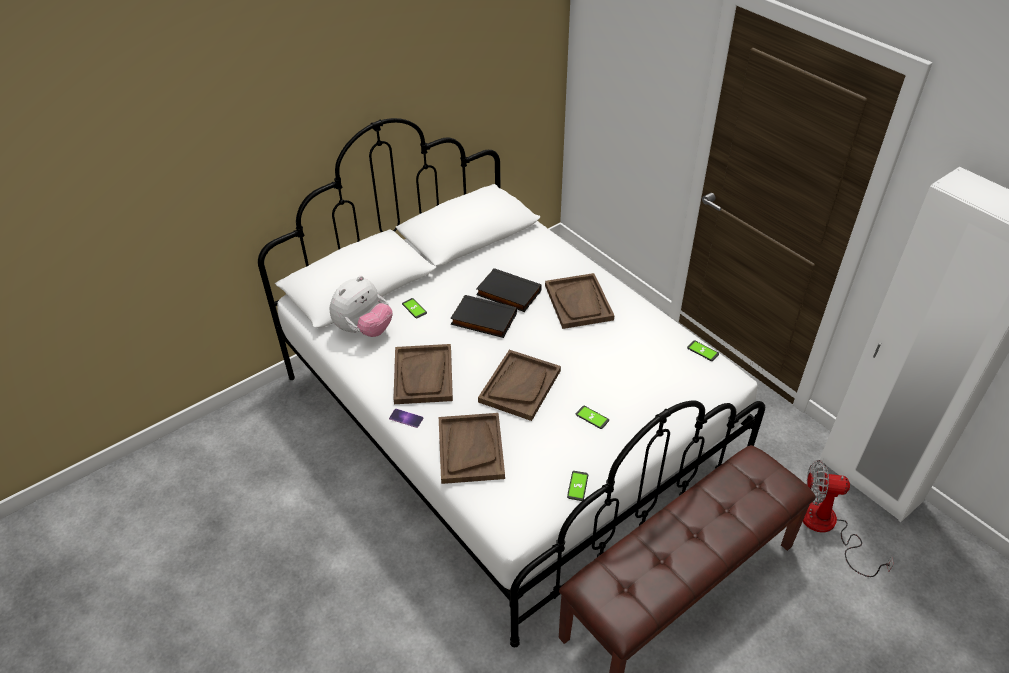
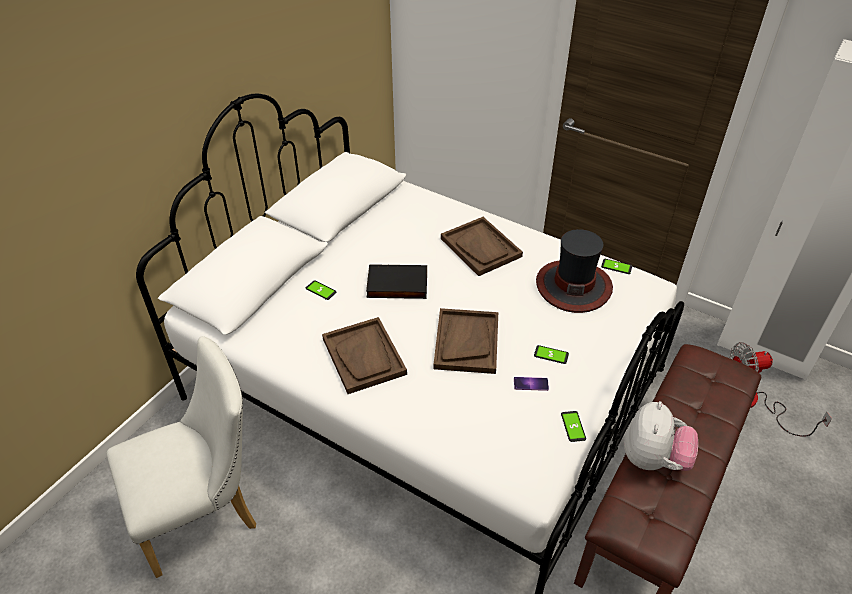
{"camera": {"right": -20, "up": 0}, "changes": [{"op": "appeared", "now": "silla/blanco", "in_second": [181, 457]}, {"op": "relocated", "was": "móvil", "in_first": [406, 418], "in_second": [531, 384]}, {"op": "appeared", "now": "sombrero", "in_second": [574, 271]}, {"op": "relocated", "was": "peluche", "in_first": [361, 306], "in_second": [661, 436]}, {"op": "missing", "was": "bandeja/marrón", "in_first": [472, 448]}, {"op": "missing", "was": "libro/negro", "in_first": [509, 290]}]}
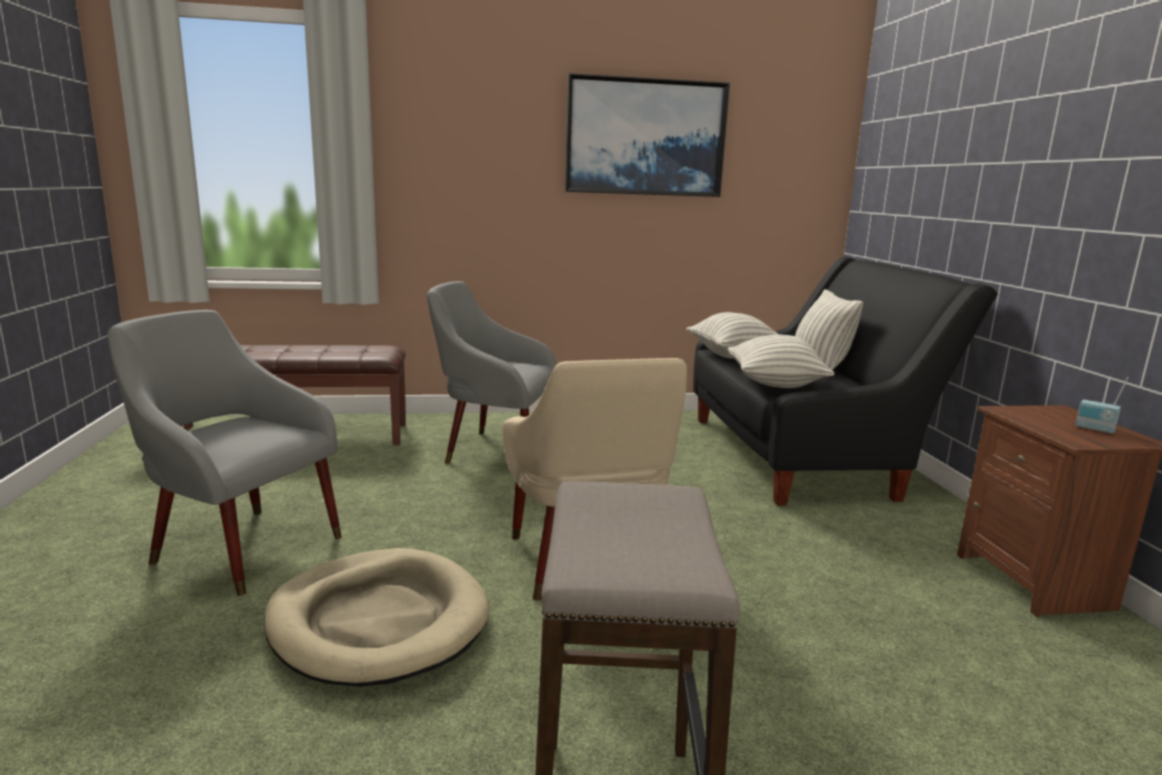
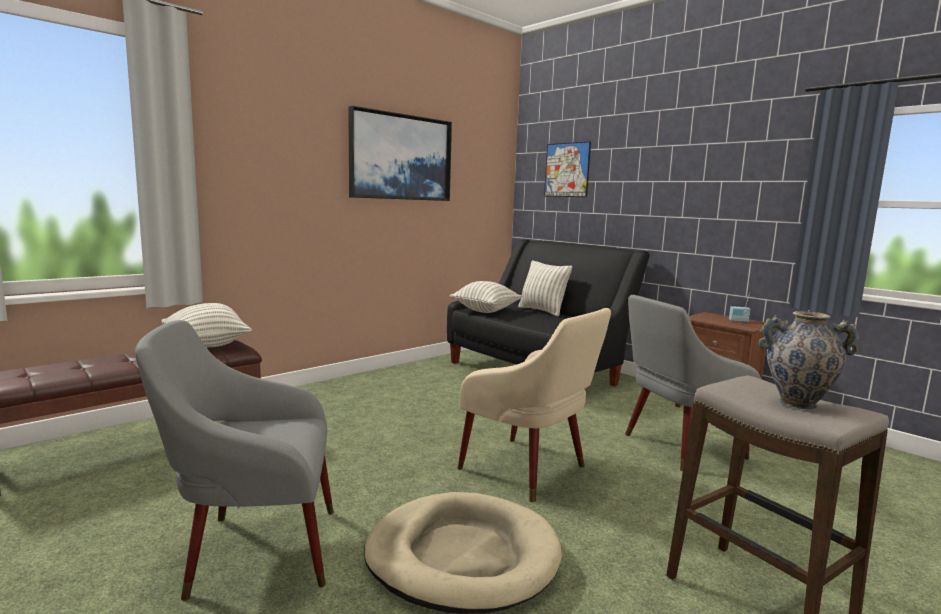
{"camera": {"right": -35, "up": -5}, "changes": [{"op": "relocated", "was": "cojín", "in_first": [781, 361], "in_second": [206, 325]}, {"op": "appeared", "now": "cuadro", "in_second": [567, 169]}, {"op": "relocated", "was": "sillón/gris", "in_first": [492, 372], "in_second": [693, 383]}, {"op": "appeared", "now": "florero", "in_second": [809, 360]}]}
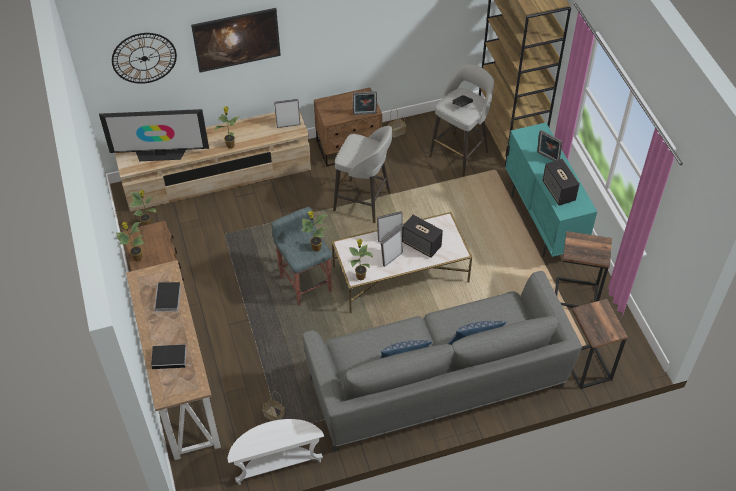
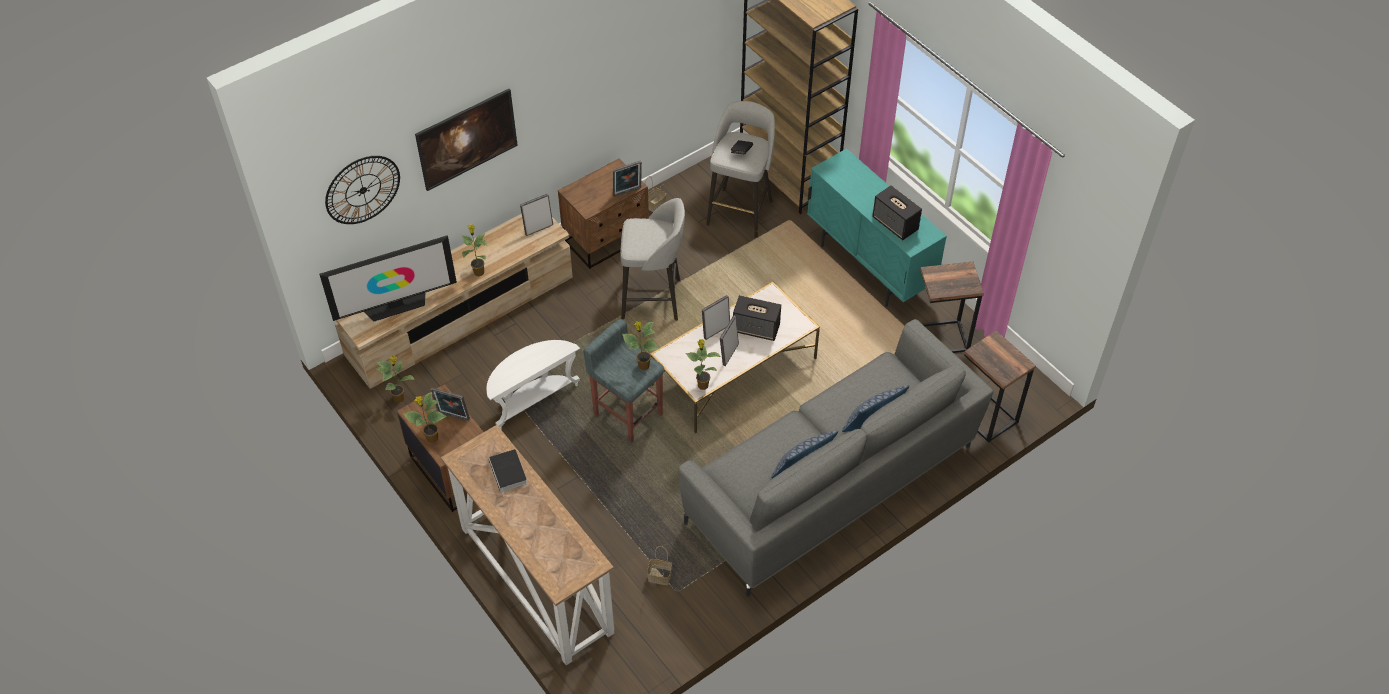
{"camera": {"right": -20, "up": 0}, "changes": [{"op": "relocated", "was": "portarretratos", "in_first": [550, 145], "in_second": [450, 404]}, {"op": "relocated", "was": "mesa auxiliar/blanco", "in_first": [275, 452], "in_second": [533, 385]}, {"op": "missing", "was": "libro", "in_first": [169, 356]}]}
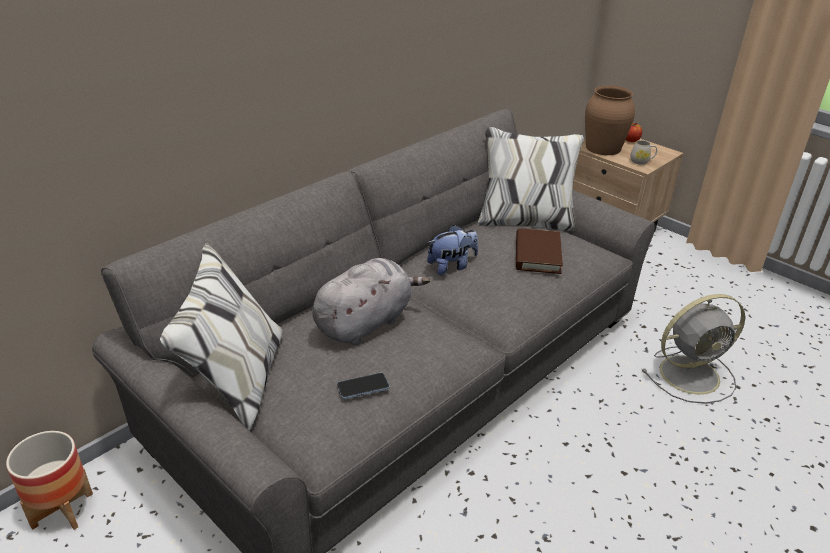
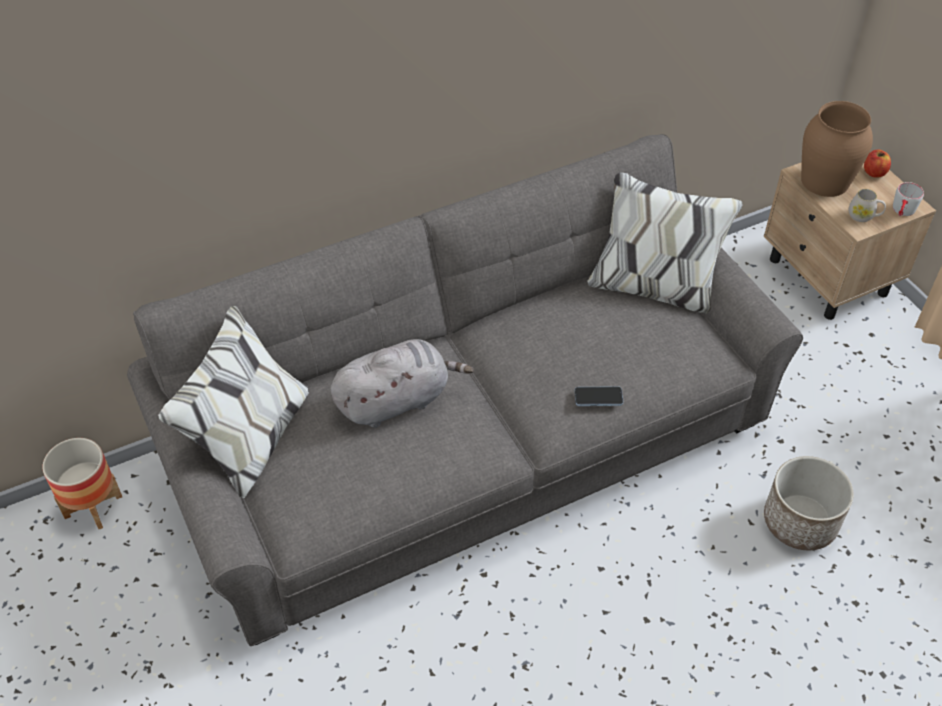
{"camera": {"right": 20, "up": 15}, "changes": [{"op": "relocated", "was": "móvil", "in_first": [363, 386], "in_second": [598, 396]}, {"op": "exchanged", "was": "ventilador/gris", "now": "maceta", "in_first": [693, 349], "in_second": [809, 503]}, {"op": "appeared", "now": "taza grande/gris", "in_second": [908, 199]}, {"op": "missing", "was": "peluche", "in_first": [452, 250]}, {"op": "missing", "was": "libro/marrón", "in_first": [539, 251]}]}
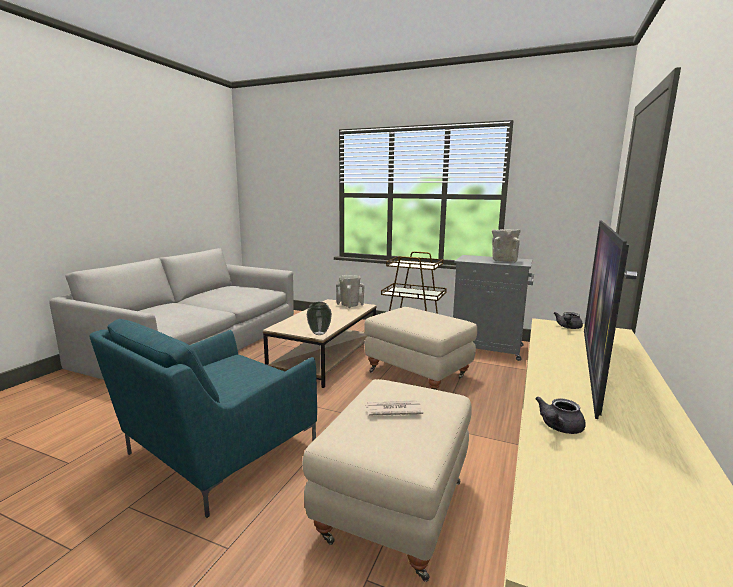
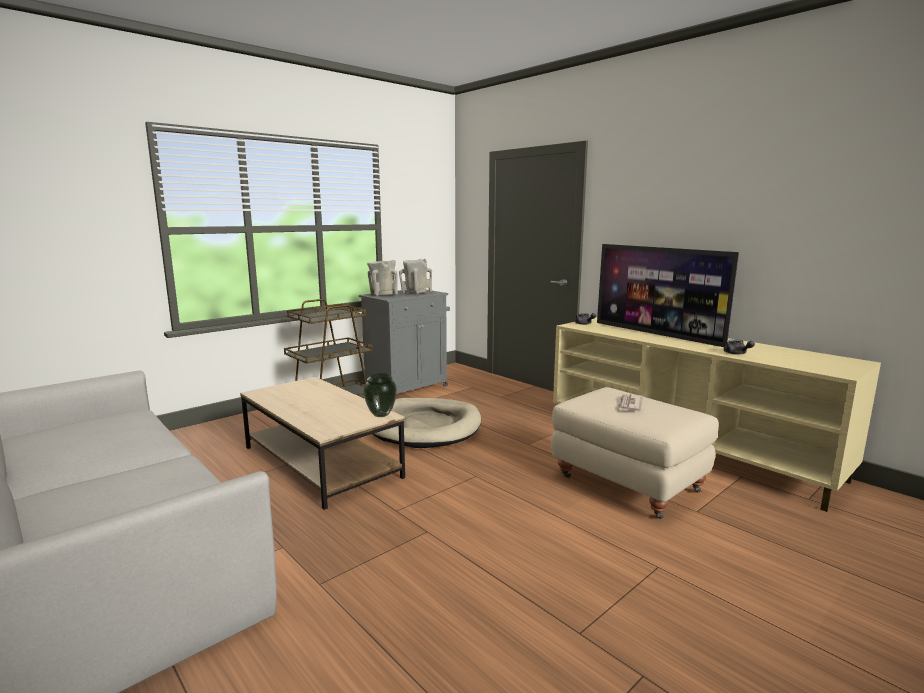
{"camera": {"right": -65, "up": 0}, "changes": [{"op": "relocated", "was": "florero/beis", "in_first": [350, 291], "in_second": [382, 278]}, {"op": "exchanged", "was": "puf/beis", "now": "cama para perro/beis", "in_first": [421, 348], "in_second": [427, 423]}, {"op": "missing", "was": "sillón/turquesa", "in_first": [203, 418]}]}
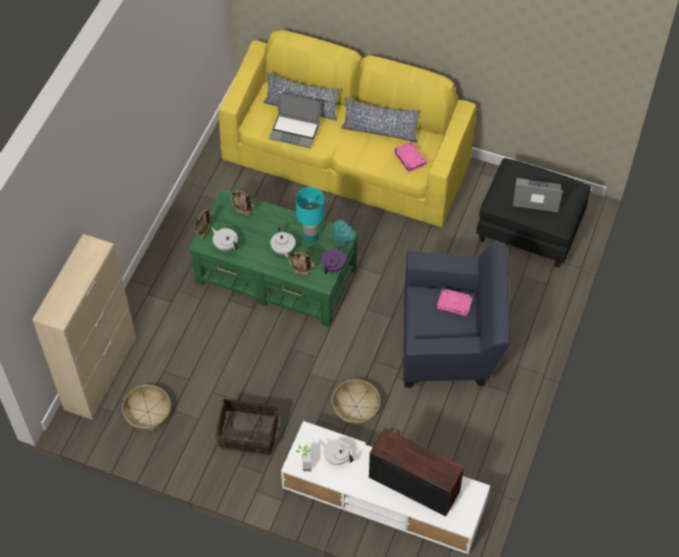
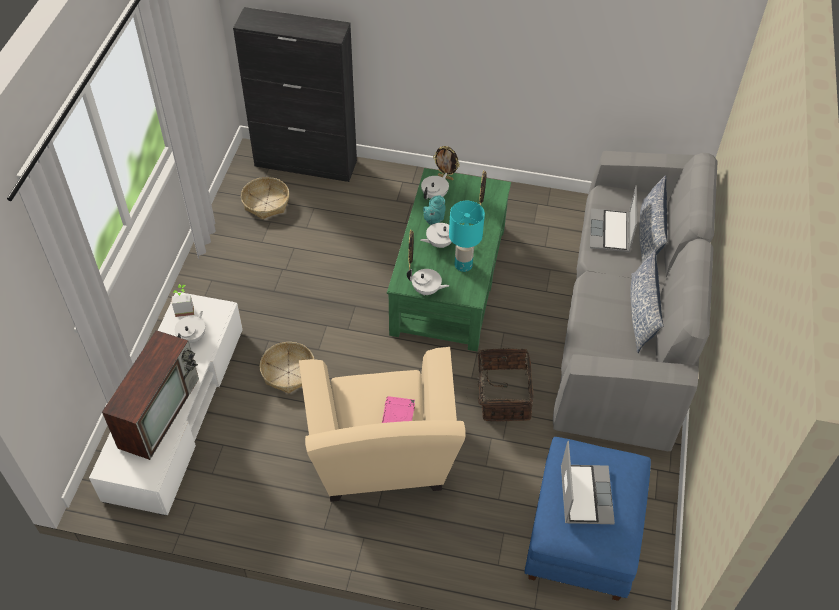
{"camera": {"right": 80, "up": -5}, "changes": [{"op": "colour", "was": "armario/beis", "now": "armario/negro", "in_first": [84, 327], "in_second": [295, 94]}, {"op": "colour", "was": "sillón/azul", "now": "sillón/beis", "in_first": [456, 315], "in_second": [382, 424]}, {"op": "colour", "was": "tetera/morado", "now": "tetera/blanco", "in_first": [333, 259], "in_second": [428, 282]}, {"op": "relocated", "was": "tetera/turquesa", "in_first": [344, 232], "in_second": [434, 210]}, {"op": "relocated", "was": "cesta", "in_first": [247, 428], "in_second": [500, 384]}, {"op": "colour", "was": "puf/negro", "now": "puf/azul", "in_first": [533, 213], "in_second": [587, 519]}, {"op": "colour", "was": "sofá/amarillo", "now": "sofá/gris", "in_first": [347, 128], "in_second": [635, 301]}, {"op": "missing", "was": "libro/rosa", "in_first": [410, 157]}]}
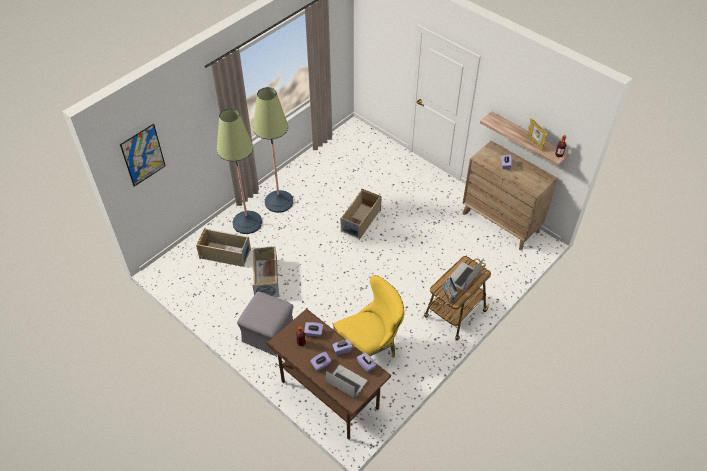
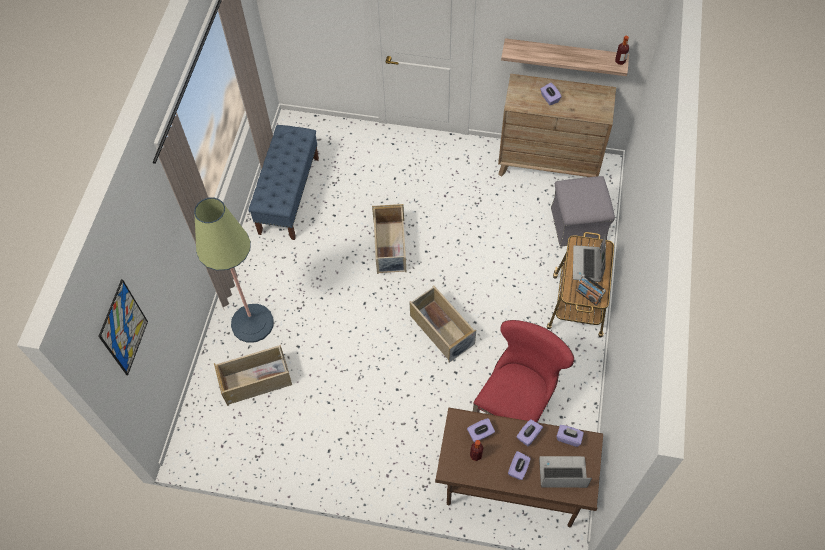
{"camera": {"right": -30, "up": 10}, "changes": [{"op": "appeared", "now": "banco/azul", "in_second": [283, 182]}, {"op": "relocated", "was": "caja de almacenaje/beis", "in_first": [266, 271], "in_second": [442, 324]}, {"op": "colour", "was": "silla/amarillo", "now": "silla/rojo", "in_first": [368, 316], "in_second": [523, 371]}, {"op": "relocated", "was": "puf/gris", "in_first": [265, 323], "in_second": [583, 211]}, {"op": "missing", "was": "lámpara de pie", "in_first": [273, 150]}, {"op": "missing", "was": "portarretratos", "in_first": [537, 135]}]}
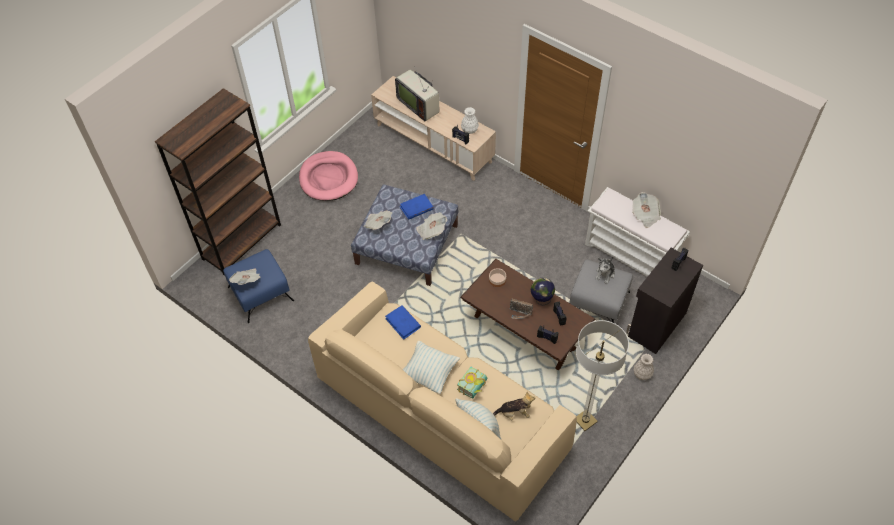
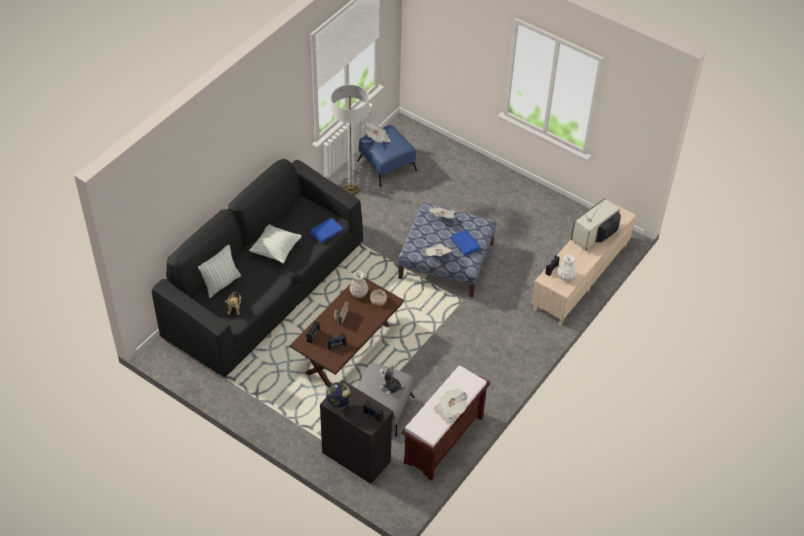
{"camera": {"right": 85, "up": -5}, "changes": [{"op": "colour", "was": "sofá/beis", "now": "sofá/negro", "in_first": [442, 402], "in_second": [257, 268]}, {"op": "relocated", "was": "globo terráqueo", "in_first": [543, 291], "in_second": [339, 398]}, {"op": "relocated", "was": "lámpara de pie", "in_first": [602, 375], "in_second": [350, 140]}, {"op": "relocated", "was": "florero/blanco", "in_first": [643, 367], "in_second": [359, 284]}, {"op": "colour", "was": "banco/blanco", "now": "banco/marrón", "in_first": [637, 232], "in_second": [445, 423]}, {"op": "missing", "was": "estantería/marrón", "in_first": [218, 182]}, {"op": "missing", "was": "cama para perro/rosa", "in_first": [328, 176]}, {"op": "missing", "was": "libro", "in_first": [472, 382]}]}
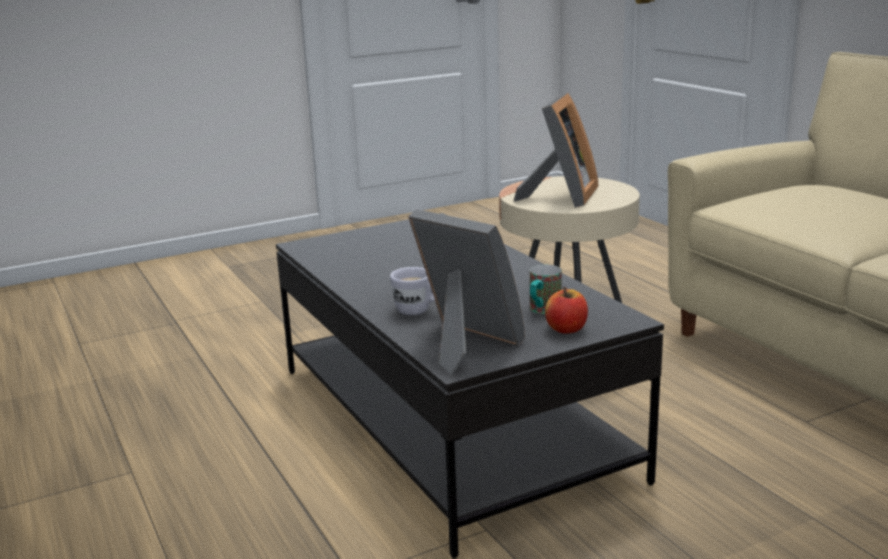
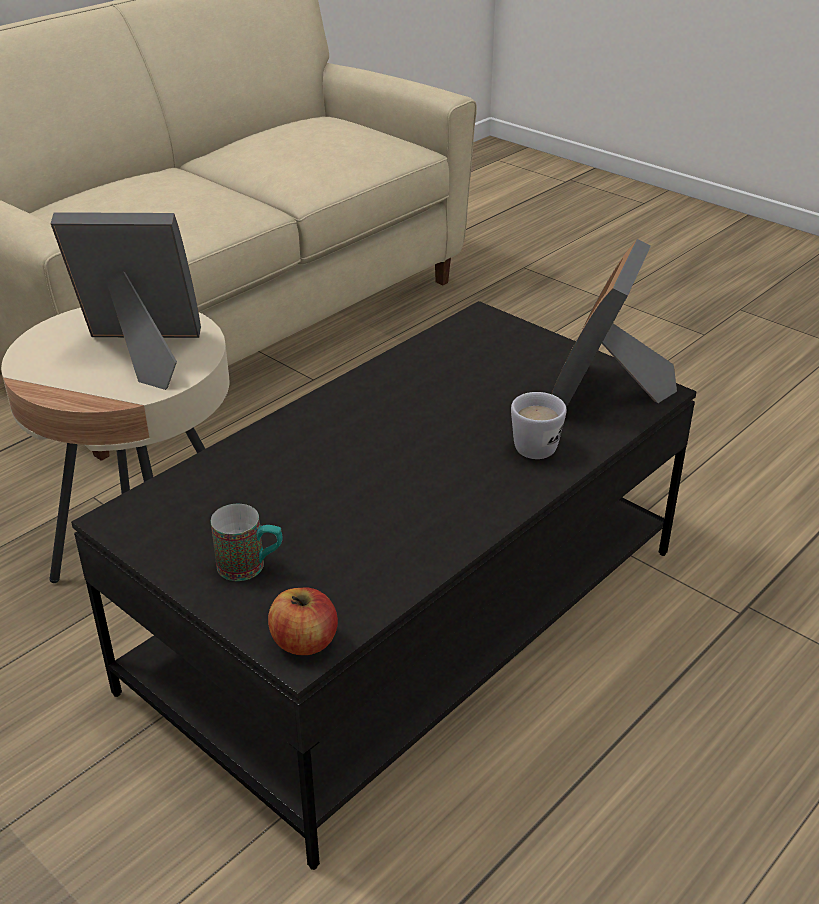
{"camera": {"right": -110, "up": 15}, "changes": [{"op": "relocated", "was": "taza grande", "in_first": [546, 289], "in_second": [246, 542]}, {"op": "relocated", "was": "manzana", "in_first": [566, 310], "in_second": [303, 621]}]}
